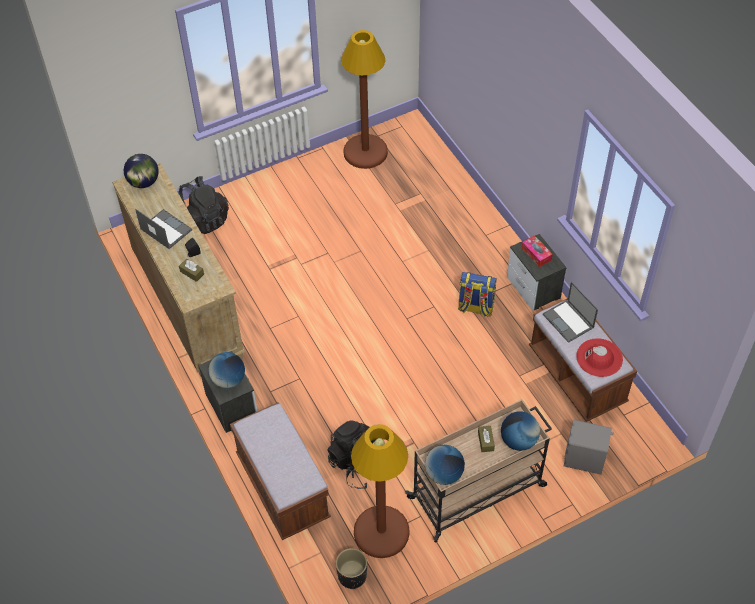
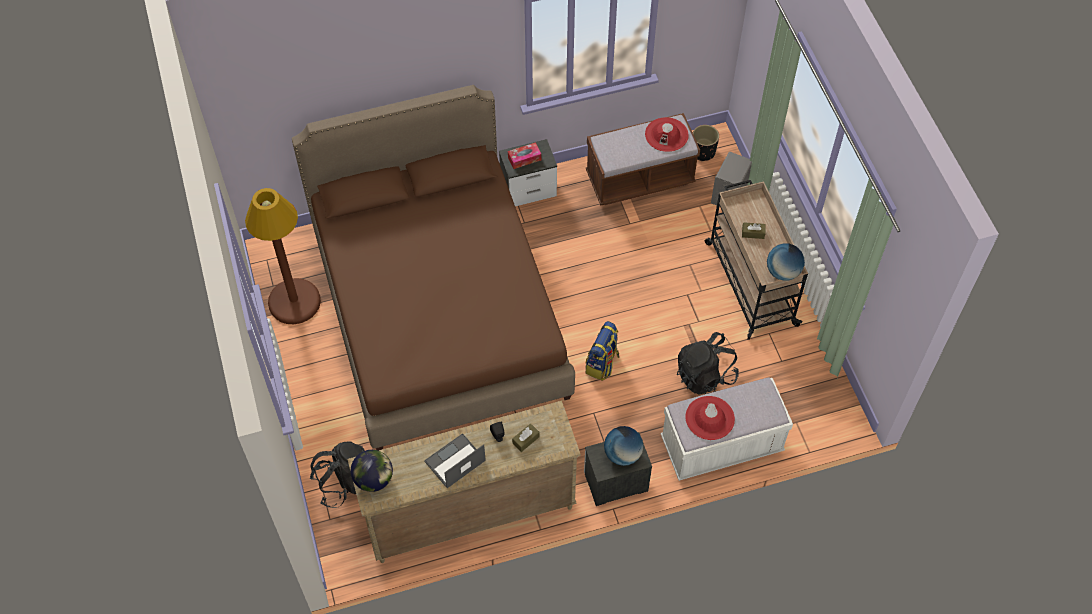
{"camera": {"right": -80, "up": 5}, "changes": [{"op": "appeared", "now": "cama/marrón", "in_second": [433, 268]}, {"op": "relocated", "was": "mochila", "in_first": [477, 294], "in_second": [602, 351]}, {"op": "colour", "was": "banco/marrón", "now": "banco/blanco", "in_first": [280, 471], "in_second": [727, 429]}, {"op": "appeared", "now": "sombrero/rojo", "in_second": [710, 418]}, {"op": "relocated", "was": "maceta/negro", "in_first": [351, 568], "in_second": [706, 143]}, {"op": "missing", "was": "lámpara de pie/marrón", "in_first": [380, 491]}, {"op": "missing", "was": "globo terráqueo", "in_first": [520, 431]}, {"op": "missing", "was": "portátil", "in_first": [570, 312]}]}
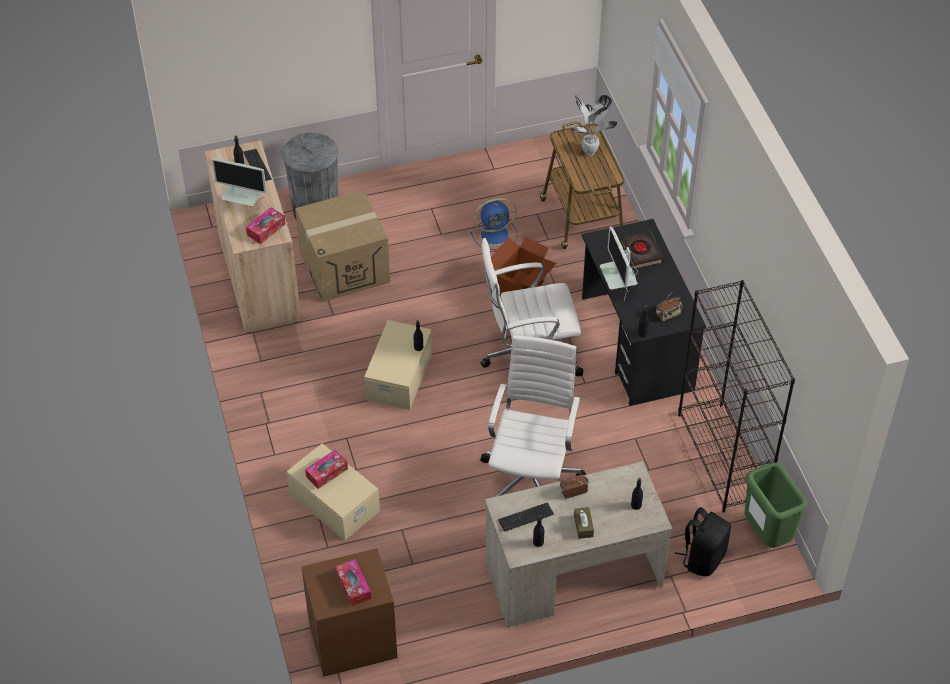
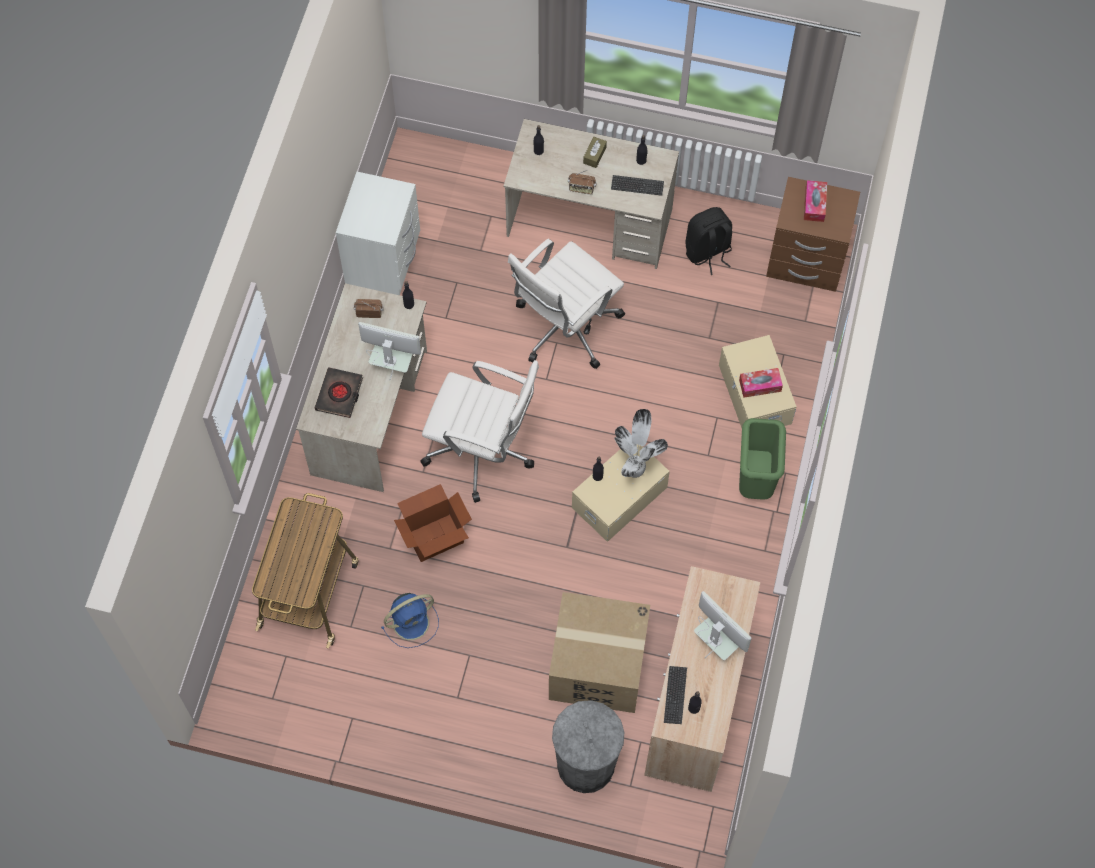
{"camera": {"right": -150, "up": 15}, "changes": [{"op": "colour", "was": "escritorio/negro", "now": "escritorio/beis", "in_first": [644, 312], "in_second": [361, 387]}, {"op": "exchanged", "was": "estantería/negro", "now": "mesita de noche/blanco", "in_first": [736, 396], "in_second": [378, 233]}, {"op": "spun", "was": "monitor", "in_first": [619, 263], "in_second": [389, 351], "clockwise": -90}, {"op": "spun", "was": "ventilador/azul", "in_first": [493, 224], "in_second": [410, 620], "clockwise": 135}, {"op": "relocated", "was": "planta en maceta", "in_first": [594, 124], "in_second": [641, 443]}, {"op": "relocated", "was": "mochila/negro", "in_first": [703, 541], "in_second": [709, 241]}, {"op": "relocated", "was": "papelera/verde", "in_first": [776, 505], "in_second": [762, 459]}, {"op": "missing", "was": "caja de pañuelos", "in_first": [265, 225]}]}
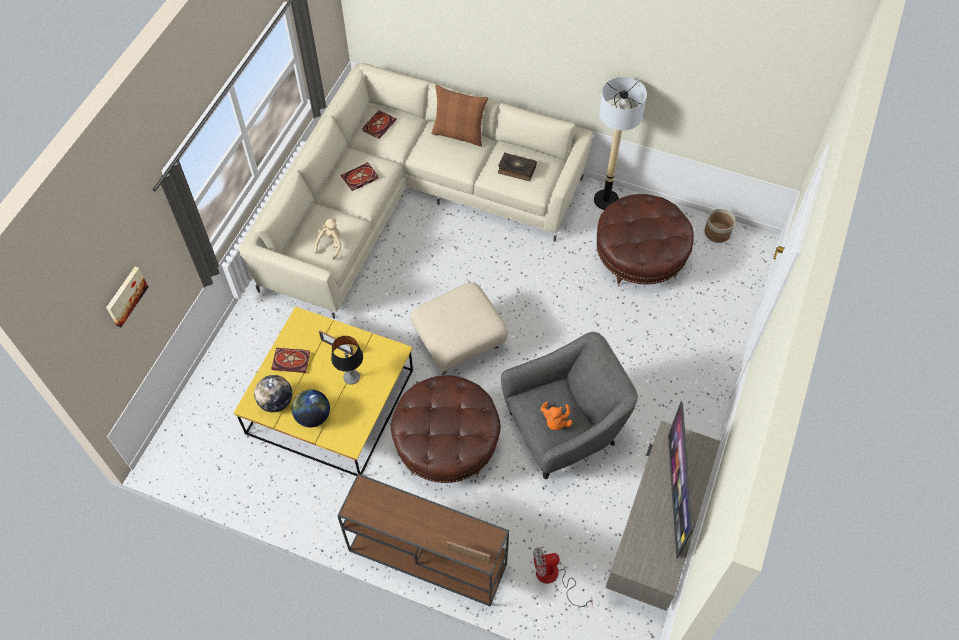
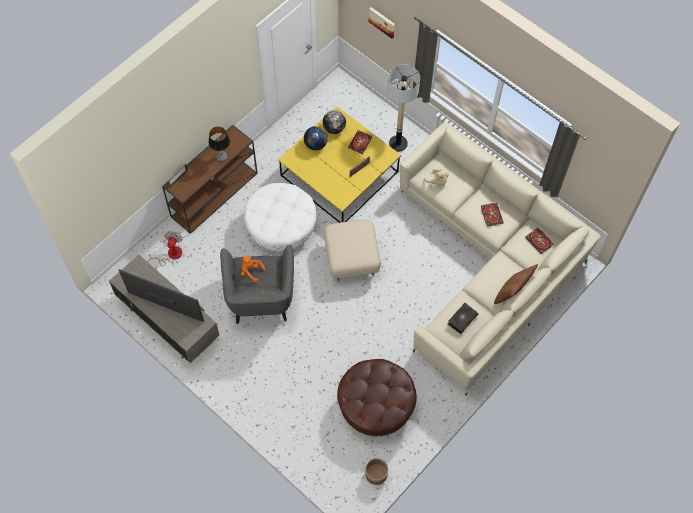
{"camera": {"right": 110, "up": 5}, "changes": [{"op": "relocated", "was": "lámpara de mesa", "in_first": [347, 360], "in_second": [219, 144]}, {"op": "colour", "was": "puf/marrón", "now": "puf/blanco", "in_first": [446, 429], "in_second": [280, 217]}, {"op": "relocated", "was": "lámpara de pie", "in_first": [620, 143], "in_second": [403, 108]}]}
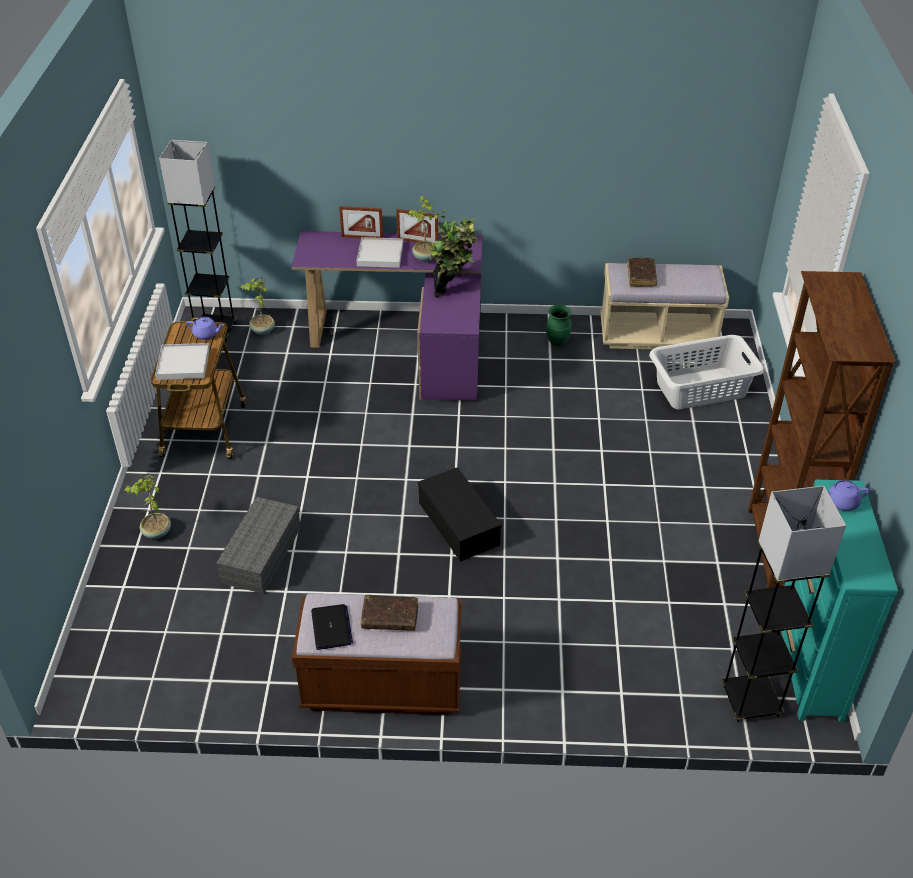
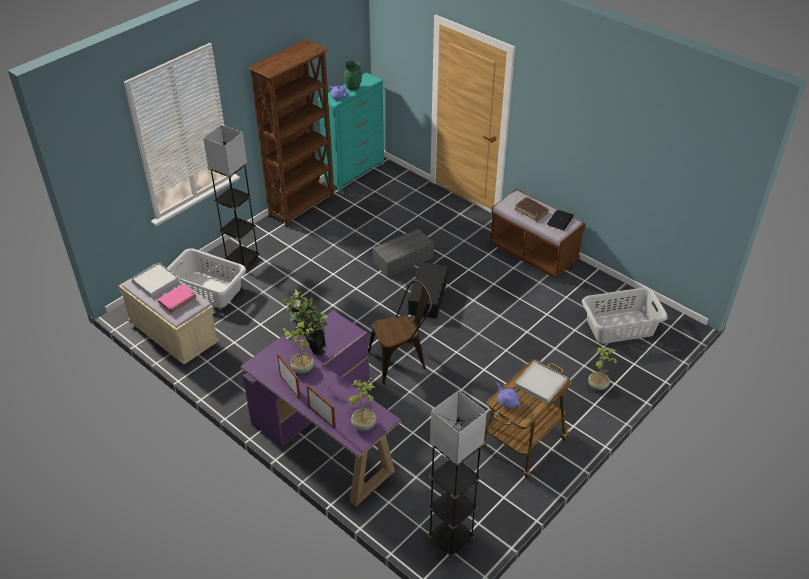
{"camera": {"right": -140, "up": 0}, "changes": [{"op": "relocated", "was": "bandeja/blanco", "in_first": [379, 252], "in_second": [155, 279]}, {"op": "colour", "was": "libro/marrón", "now": "libro/rosa", "in_first": [642, 272], "in_second": [176, 299]}, {"op": "relocated", "was": "lámpara de pie/gris", "in_first": [784, 604], "in_second": [231, 196]}, {"op": "relocated", "was": "florero/verde", "in_first": [559, 325], "in_second": [353, 75]}, {"op": "relocated", "was": "planta en maceta", "in_first": [258, 306], "in_second": [362, 404]}, {"op": "appeared", "now": "silla/marrón", "in_second": [400, 332]}, {"op": "relocated", "was": "caja de almacenaje/gris", "in_first": [258, 545], "in_second": [403, 253]}, {"op": "appeared", "now": "cesto de la ropa/gris", "in_second": [625, 315]}]}
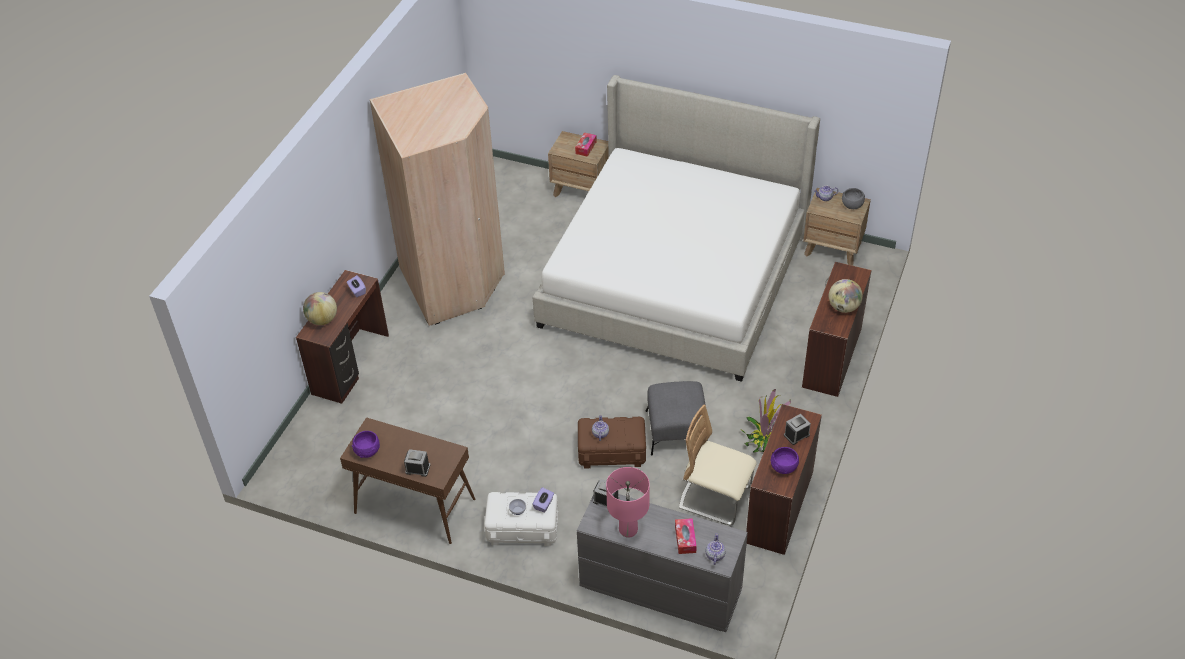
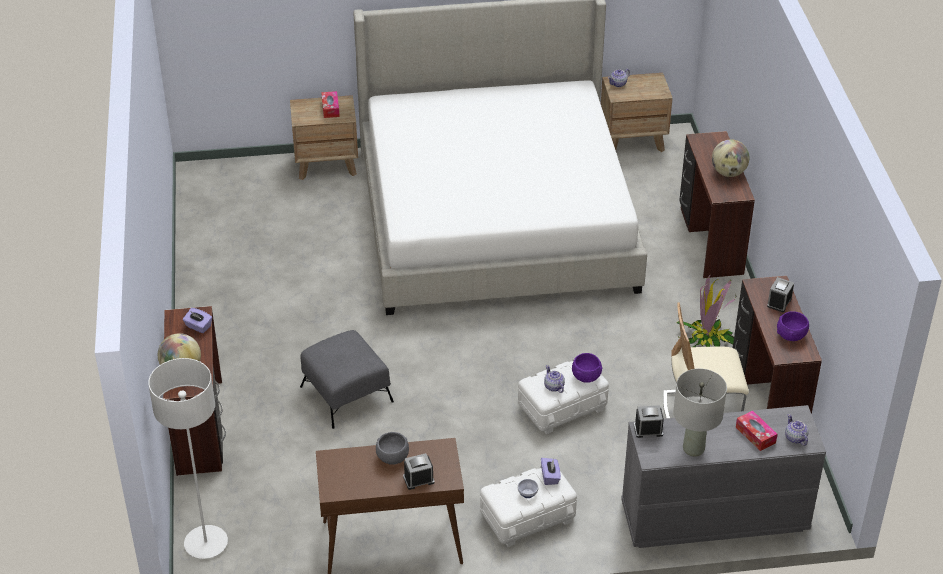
{"camera": {"right": -30, "up": -5}, "changes": [{"op": "appeared", "now": "lámpara de pie/gris", "in_second": [188, 458]}, {"op": "relocated", "was": "puf/gris", "in_first": [677, 418], "in_second": [347, 379]}, {"op": "relocated", "was": "cuenco/gris", "in_first": [853, 198], "in_second": [392, 448]}, {"op": "colour", "was": "caja de almacenaje/marrón", "now": "caja de almacenaje/blanco", "in_first": [612, 443], "in_second": [563, 396]}, {"op": "relocated", "was": "cuenco/morado", "in_first": [366, 444], "in_second": [587, 368]}, {"op": "colour", "was": "lámpara de mesa/rosa", "now": "lámpara de mesa/gris", "in_first": [628, 502], "in_second": [700, 412]}, {"op": "missing", "was": "armario ropero/beis", "in_first": [437, 199]}]}
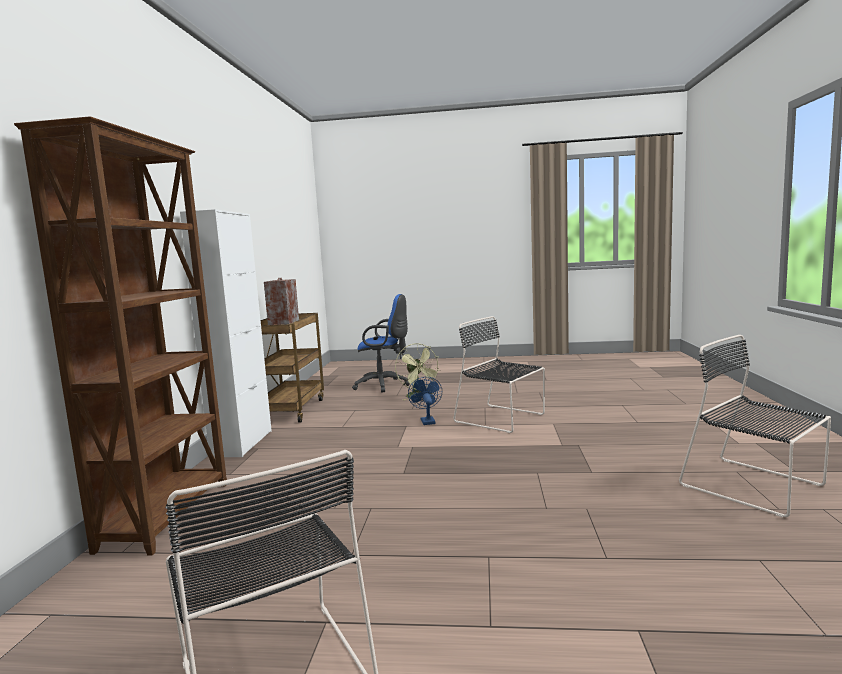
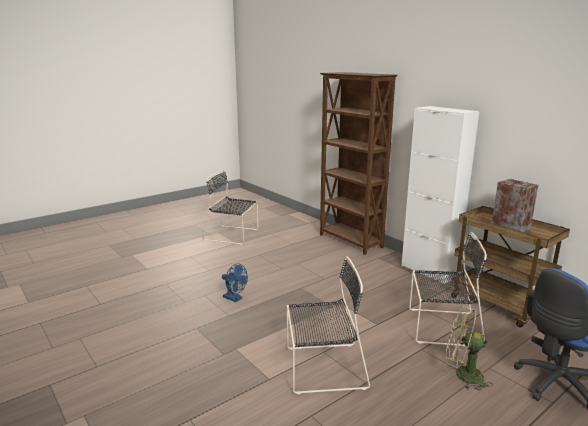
{"camera": {"right": 135, "up": 10}, "changes": [{"op": "relocated", "was": "ventilador/azul", "in_first": [425, 401], "in_second": [235, 282]}, {"op": "relocated", "was": "silla/negro", "in_first": [755, 426], "in_second": [448, 289]}]}
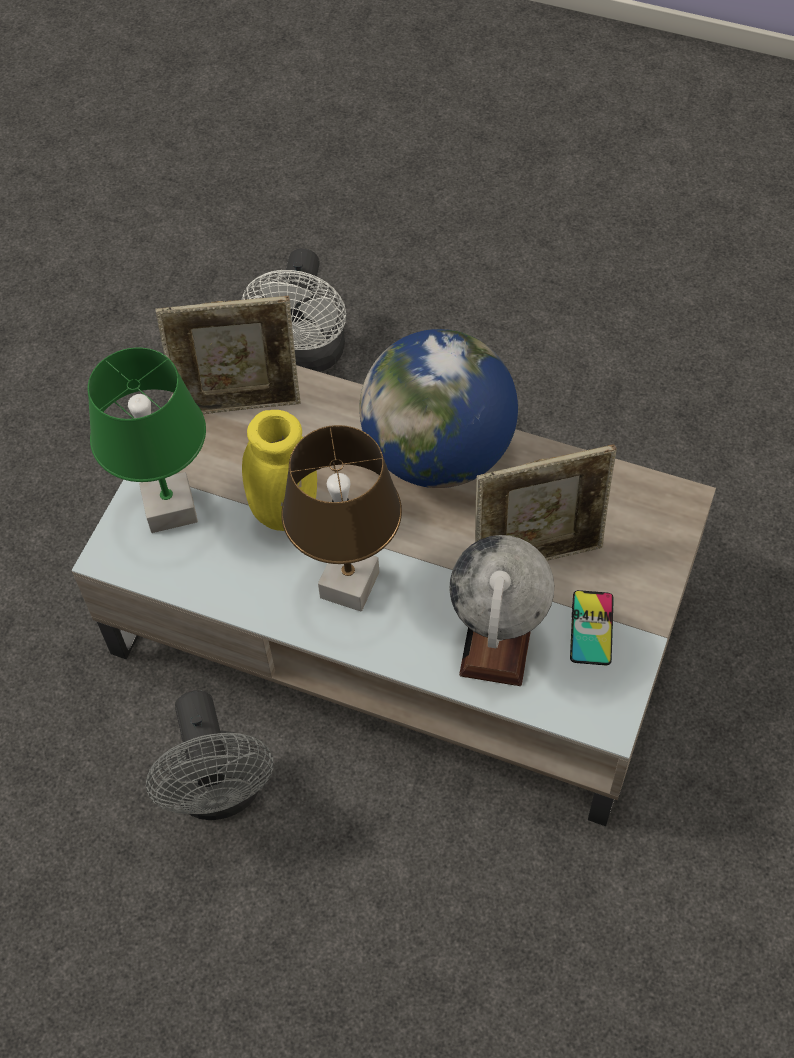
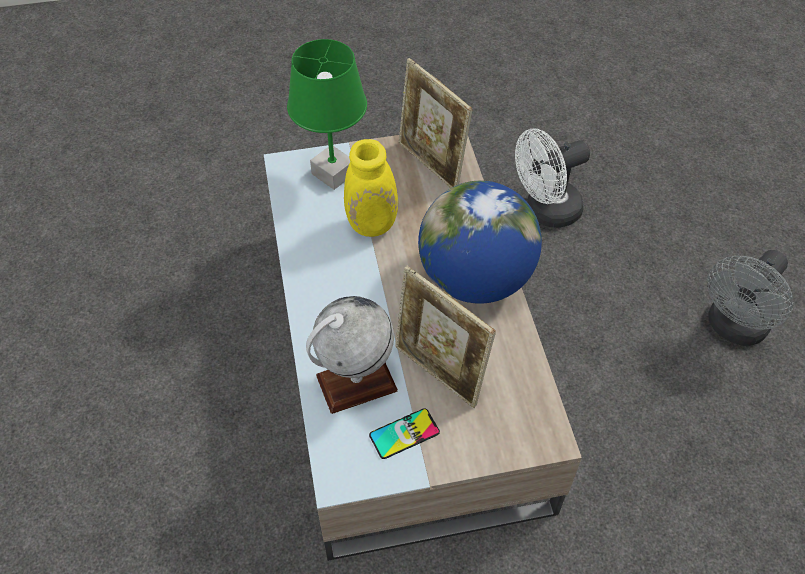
{"camera": {"right": 55, "up": -5}, "changes": [{"op": "relocated", "was": "ventilador/gris", "in_first": [209, 755], "in_second": [750, 298]}, {"op": "missing", "was": "lámpara de mesa/marrón", "in_first": [341, 518]}]}
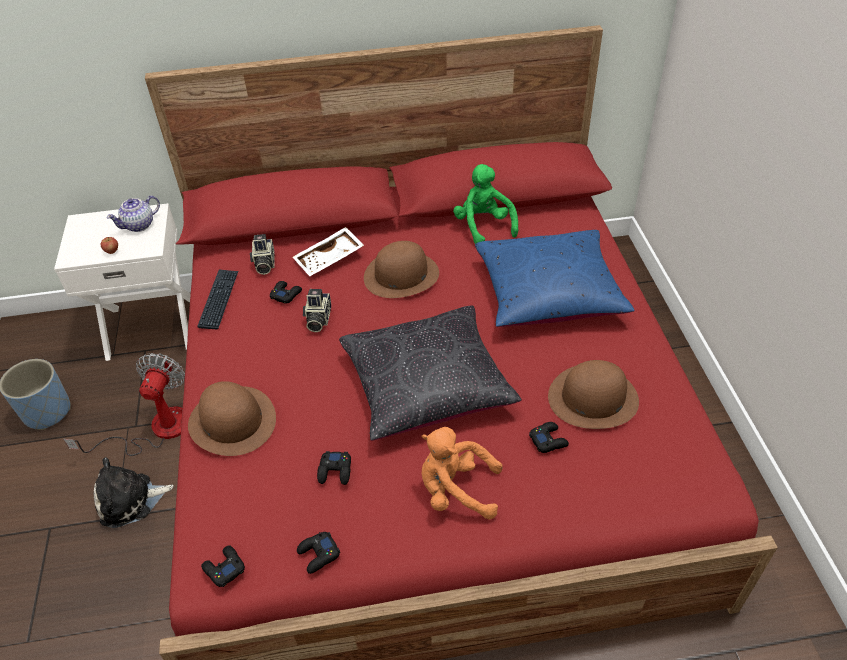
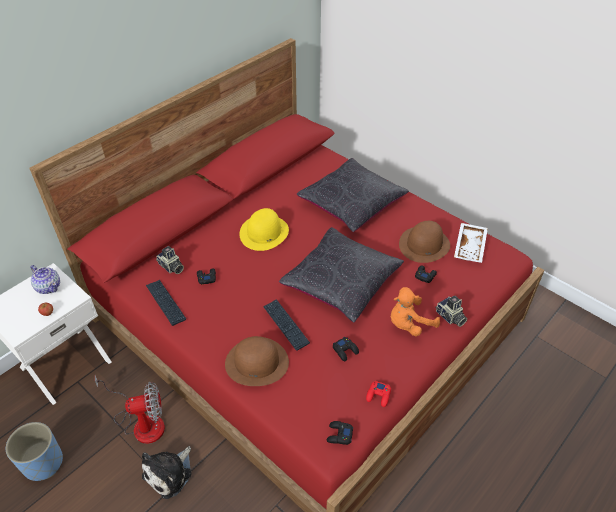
{"camera": {"right": -40, "up": 0}, "changes": [{"op": "spun", "was": "tetera", "in_first": [133, 214], "in_second": [45, 279], "clockwise": -60}, {"op": "spun", "was": "ventilador", "in_first": [124, 404], "in_second": [130, 409], "clockwise": 105}, {"op": "colour", "was": "sombrero/marrón", "now": "sombrero/amarillo", "in_first": [401, 269], "in_second": [264, 229]}, {"op": "appeared", "now": "teclado", "in_second": [286, 325]}, {"op": "colour", "was": "cojín/azul", "now": "cojín/negro", "in_first": [555, 278], "in_second": [352, 195]}, {"op": "colour", "was": "mando de consola/negro", "now": "mando de consola/rojo", "in_first": [318, 553], "in_second": [378, 394]}, {"op": "relocated", "was": "cámara", "in_first": [317, 310], "in_second": [451, 311]}, {"op": "relocated", "was": "bandeja/blanco", "in_first": [328, 251], "in_second": [471, 243]}, {"op": "missing", "was": "peluche/verde", "in_first": [485, 204]}]}
